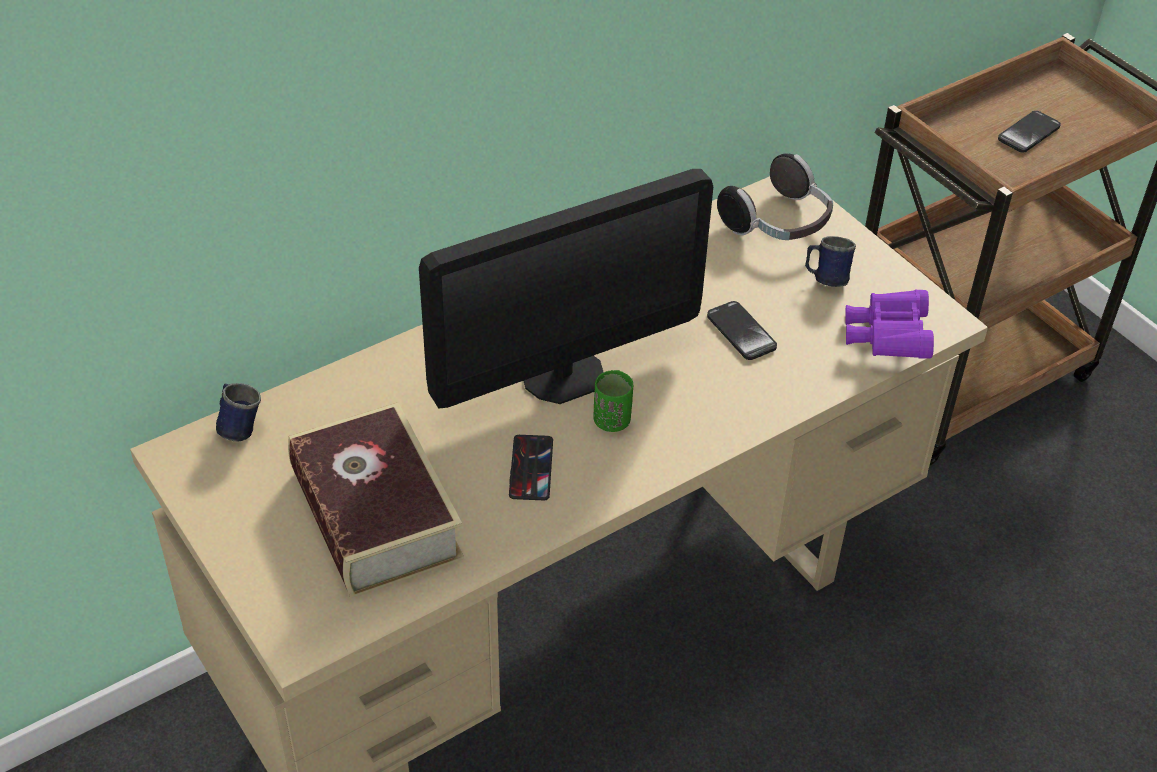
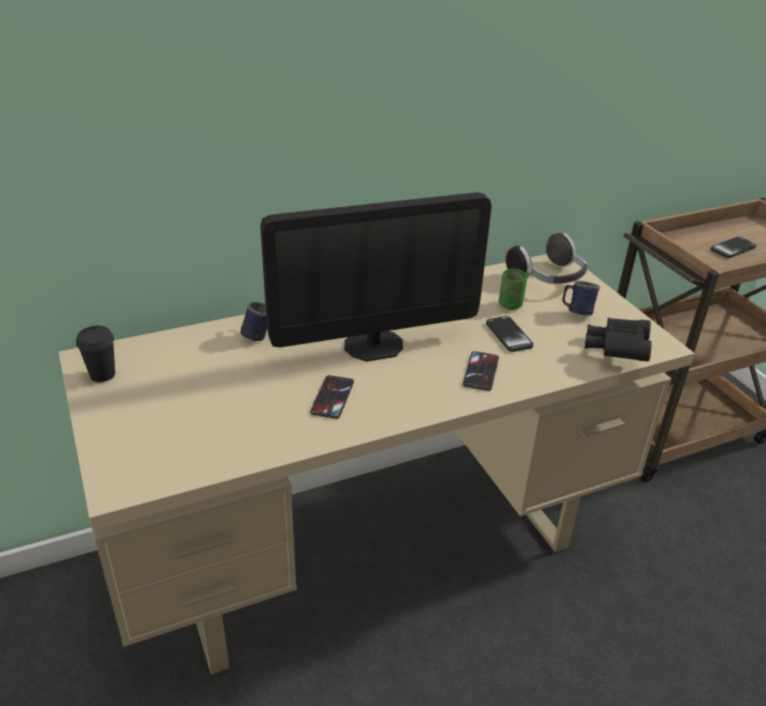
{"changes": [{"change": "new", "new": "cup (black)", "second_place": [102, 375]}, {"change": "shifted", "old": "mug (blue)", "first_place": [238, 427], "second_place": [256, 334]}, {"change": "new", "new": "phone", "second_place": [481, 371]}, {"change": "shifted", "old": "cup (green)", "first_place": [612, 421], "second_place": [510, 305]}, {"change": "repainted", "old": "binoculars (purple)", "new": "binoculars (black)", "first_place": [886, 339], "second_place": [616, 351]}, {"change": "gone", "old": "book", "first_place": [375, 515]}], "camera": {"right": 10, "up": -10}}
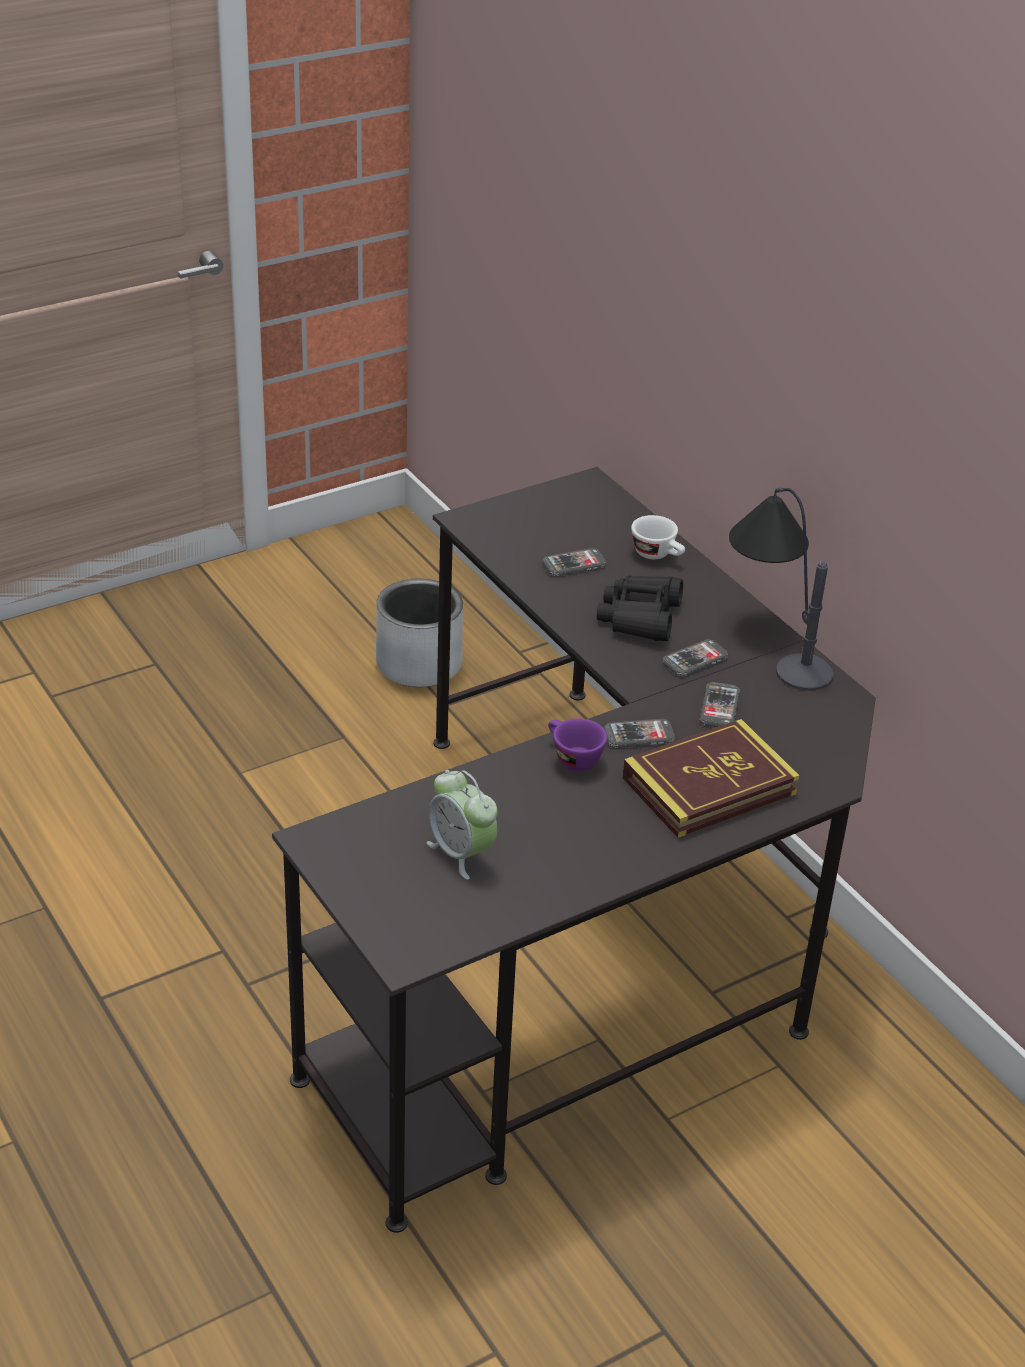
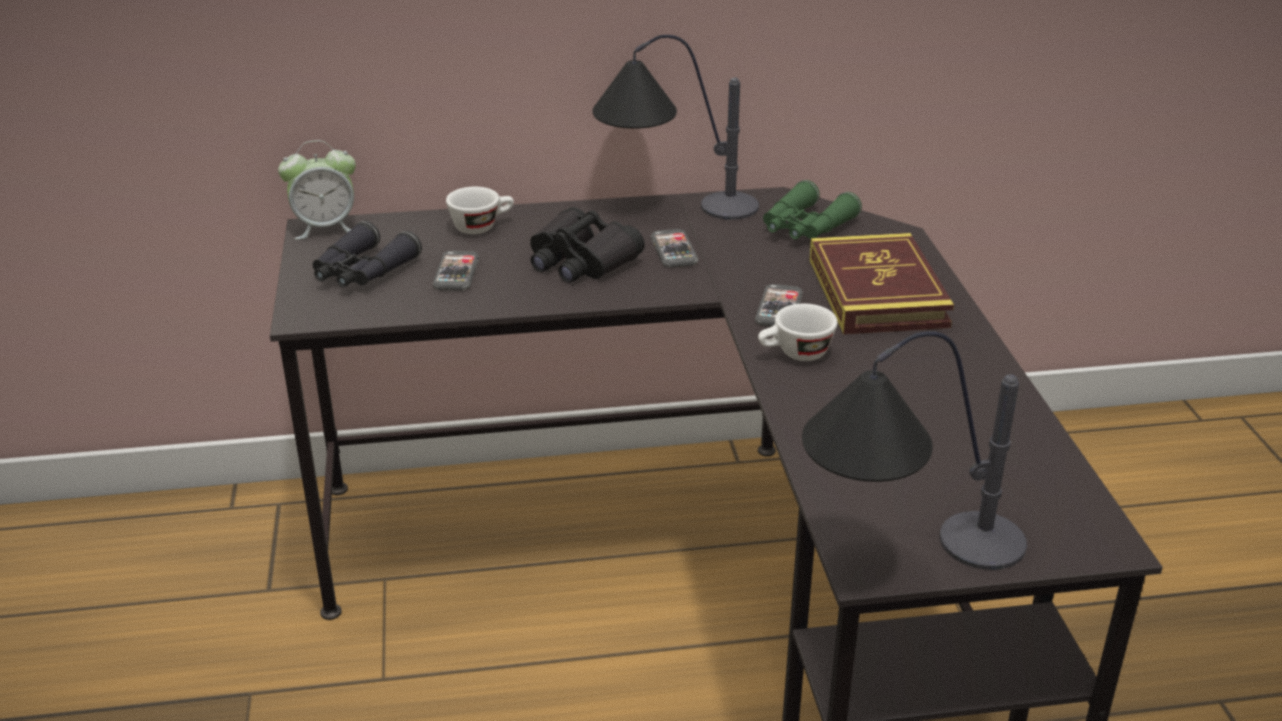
{"changes": [{"change": "shifted", "old": "alarm clock", "first_place": [461, 853], "second_place": [325, 228]}, {"change": "new", "new": "binoculars (black)", "second_place": [362, 272]}, {"change": "repainted", "old": "cup (purple)", "new": "cup (white)", "first_place": [572, 757], "second_place": [795, 354]}, {"change": "new", "new": "binoculars (green)", "second_place": [805, 227]}, {"change": "new", "new": "table lamp", "second_place": [902, 557]}, {"change": "gone", "old": "planter (grey)", "first_place": [419, 664]}, {"change": "gone", "old": "phone", "first_place": [719, 707]}], "camera": {"right": -65, "up": -5}}
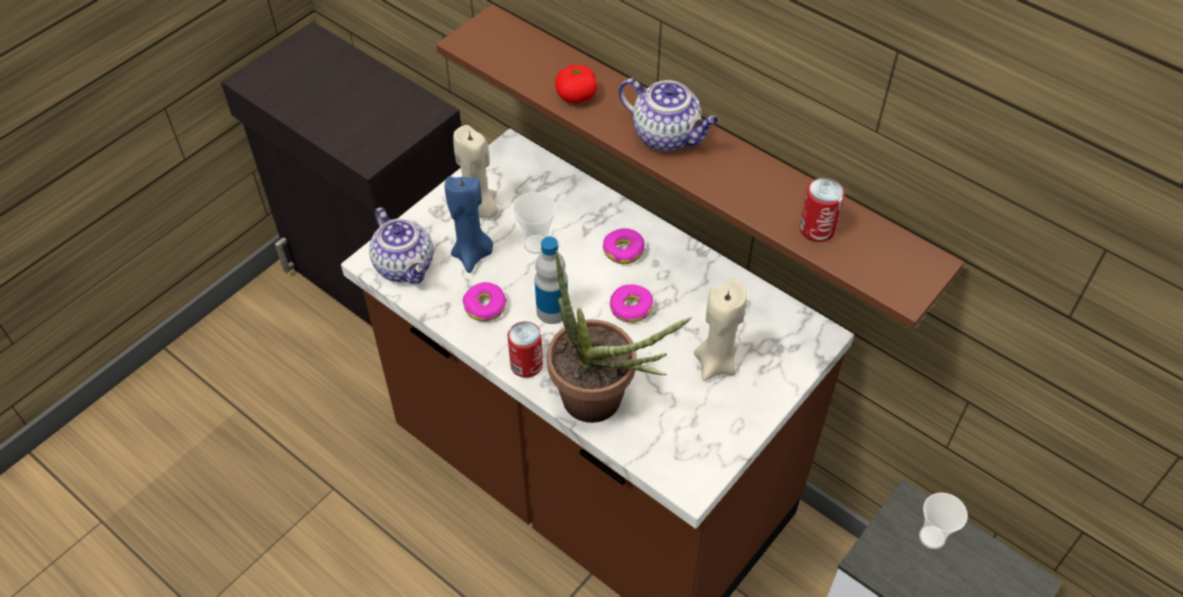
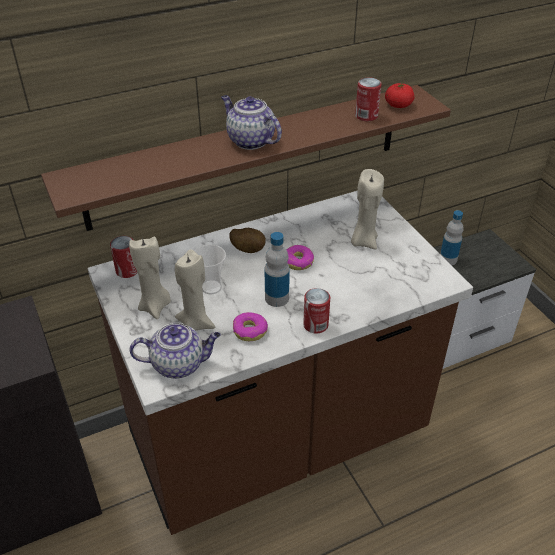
{"changes": [{"change": "new", "new": "can", "second_place": [127, 271]}, {"change": "repainted", "old": "candle (blue)", "new": "candle (beige)", "first_place": [472, 255], "second_place": [196, 323]}, {"change": "rotated", "old": "teapot", "first_place": [667, 136], "second_place": [250, 141], "degrees": -105}, {"change": "swapped", "old": "donut", "new": "potato", "first_place": [623, 250], "second_place": [248, 249]}, {"change": "shifted", "old": "tomato", "first_place": [576, 95], "second_place": [398, 105]}, {"change": "swapped", "old": "cup", "new": "bottle", "first_place": [932, 537], "second_place": [448, 259]}, {"change": "gone", "old": "potted plant", "first_place": [602, 405]}], "camera": {"right": -65, "up": -10}}
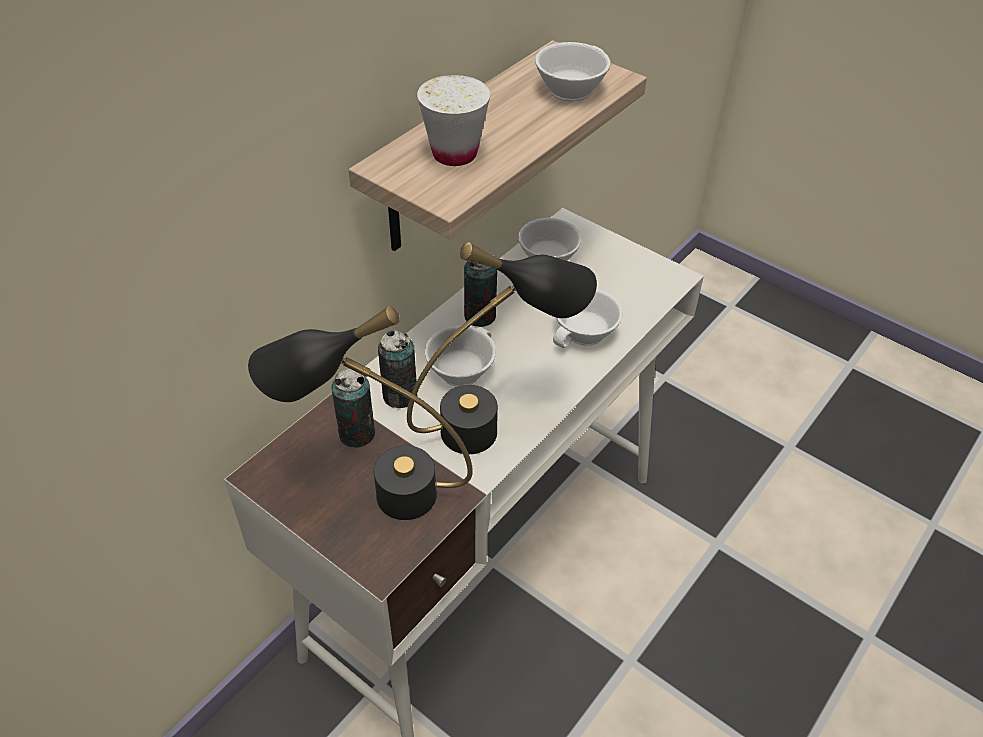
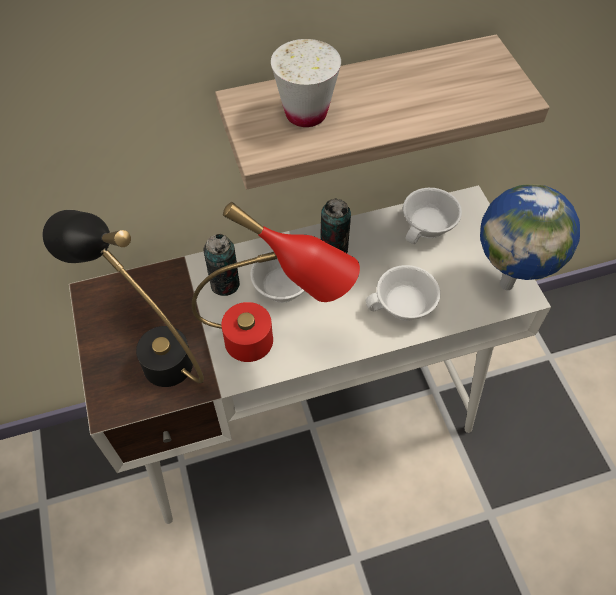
{"changes": [{"change": "repainted", "old": "table lamp (black)", "new": "table lamp (red)", "first_place": [495, 424], "second_place": [272, 345]}, {"change": "new", "new": "globe", "second_place": [508, 283]}, {"change": "gone", "old": "can", "first_place": [357, 434]}, {"change": "gone", "old": "cup (white)", "first_place": [569, 87]}], "camera": {"right": 35, "up": 10}}
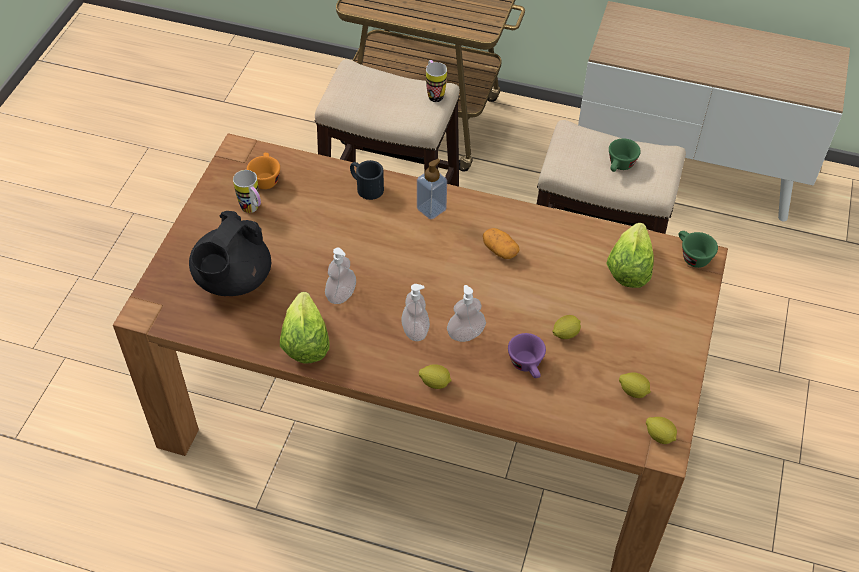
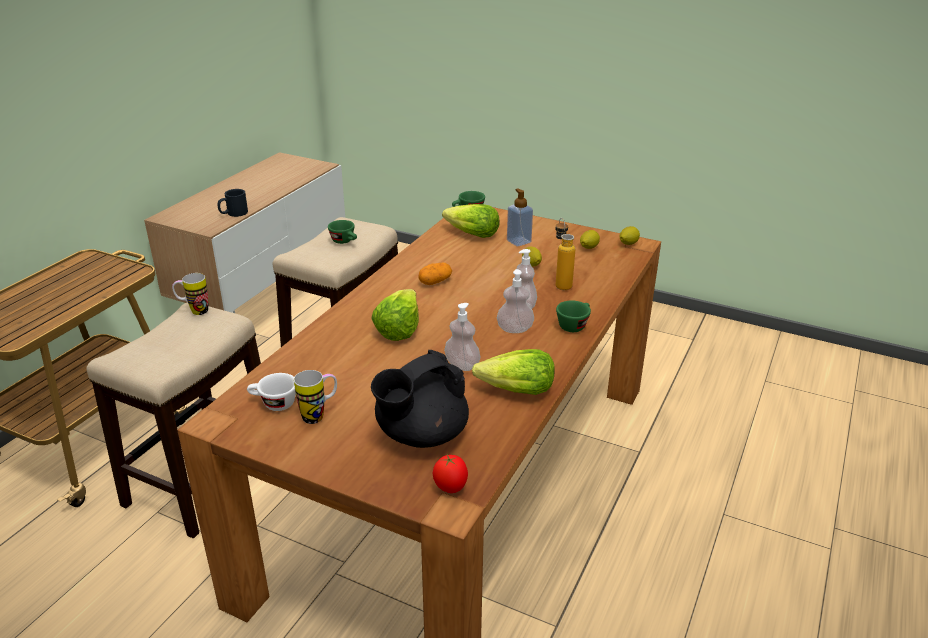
{"changes": [{"change": "shifted", "old": "mug (black)", "first_place": [366, 187], "second_place": [233, 213]}, {"change": "repainted", "old": "cup (orange)", "new": "cup (white)", "first_place": [265, 178], "second_place": [273, 404]}, {"change": "new", "new": "lettuce", "second_place": [398, 329]}, {"change": "rotated", "old": "teapot (black)", "first_place": [232, 280], "second_place": [420, 435], "degrees": 105}, {"change": "new", "new": "tomato", "second_place": [450, 488]}, {"change": "shifted", "old": "soap dispenser", "first_place": [431, 209], "second_place": [519, 241]}, {"change": "swapped", "old": "cup (purple)", "new": "bottle", "first_place": [527, 366], "second_place": [561, 283]}, {"change": "swapped", "old": "lemon", "new": "cup (green)", "first_place": [435, 383], "second_place": [574, 325]}], "camera": {"right": -80, "up": -20}}
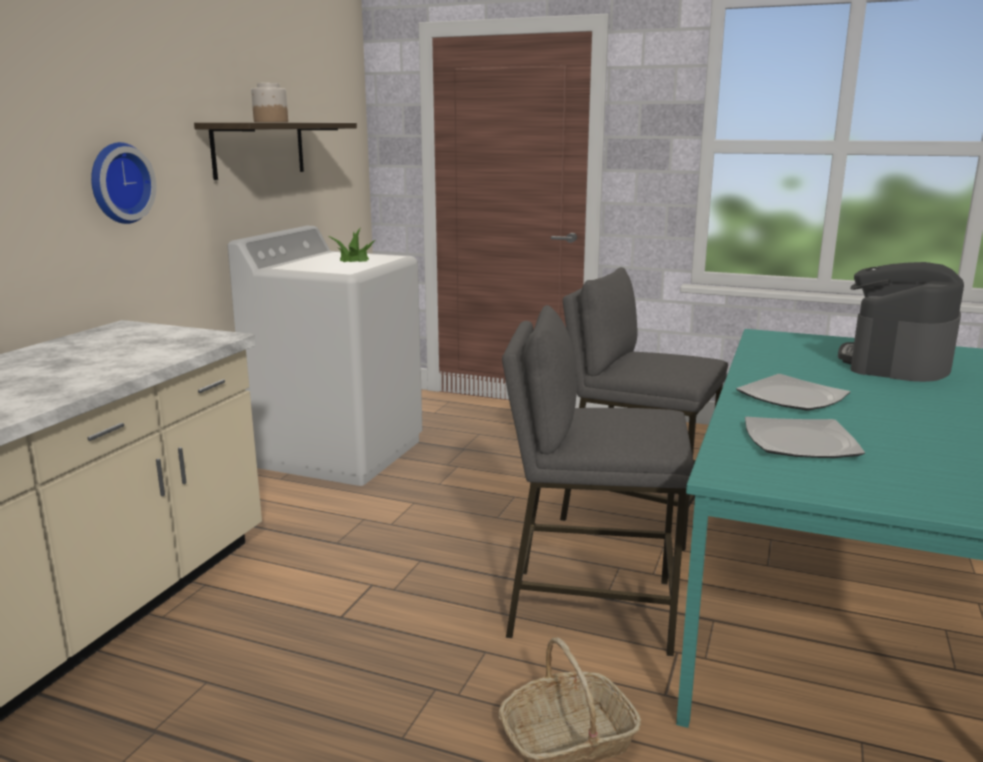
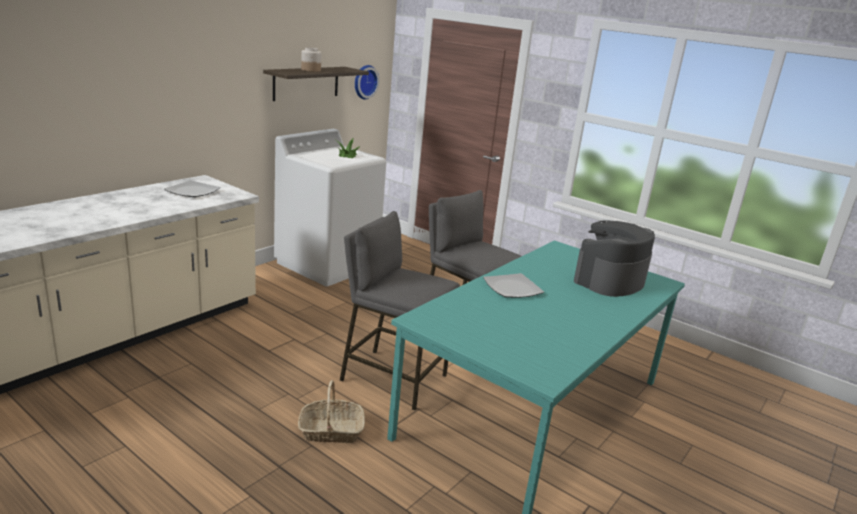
{"changes": [{"change": "shifted", "old": "plate", "first_place": [801, 442], "second_place": [193, 191]}, {"change": "shifted", "old": "wall clock", "first_place": [118, 183], "second_place": [364, 81]}], "camera": {"right": 15, "up": 5}}
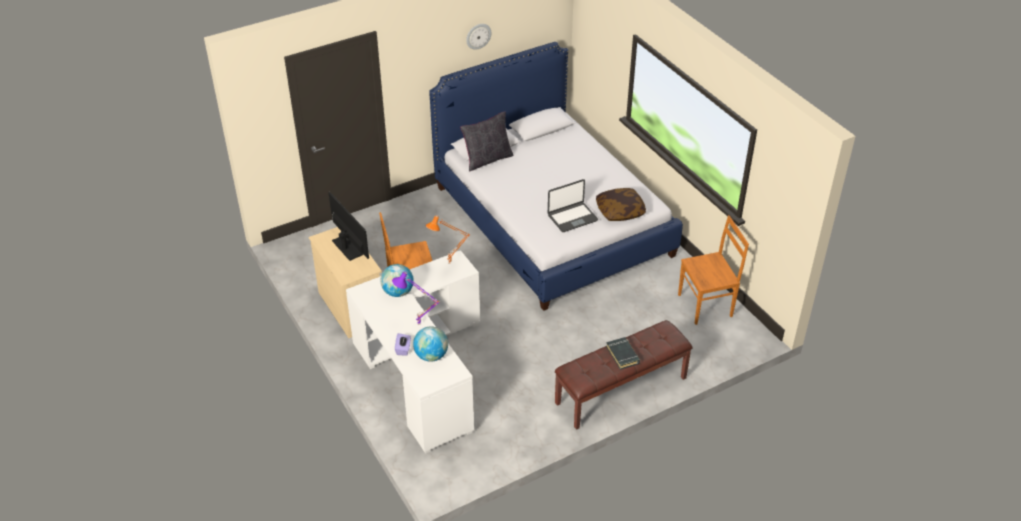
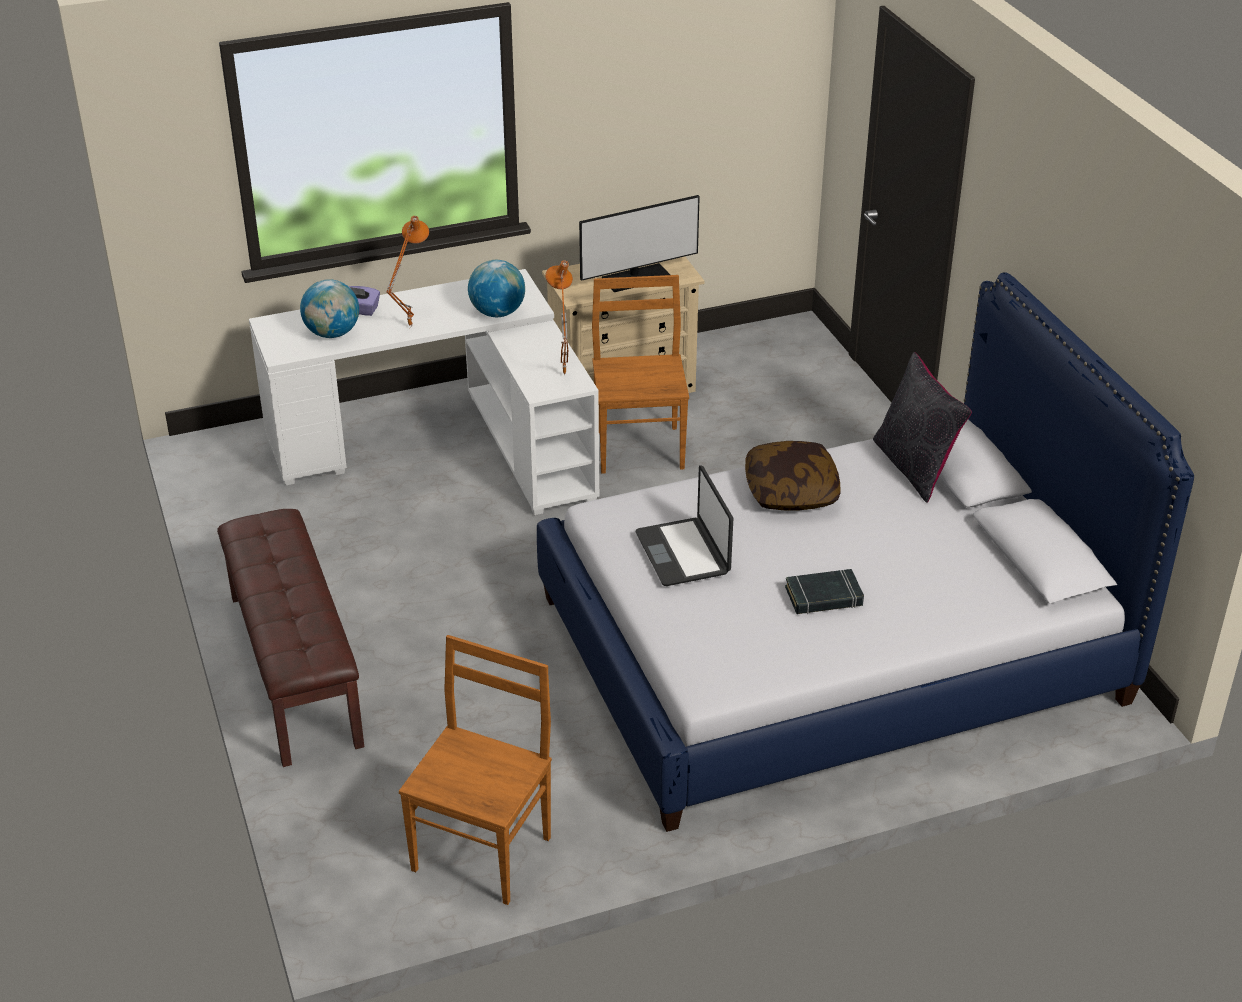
{"changes": [{"change": "repainted", "old": "table lamp (purple)", "new": "table lamp (orange)", "first_place": [418, 325], "second_place": [409, 326]}, {"change": "rotated", "old": "chair (brown)", "first_place": [706, 305], "second_place": [484, 851], "degrees": -150}, {"change": "shifted", "old": "pillow", "first_place": [620, 211], "second_place": [791, 491]}, {"change": "shifted", "old": "book (black)", "first_place": [623, 355], "second_place": [824, 597]}, {"change": "gone", "old": "wall clock", "first_place": [478, 36]}], "camera": {"right": 100, "up": -5}}
